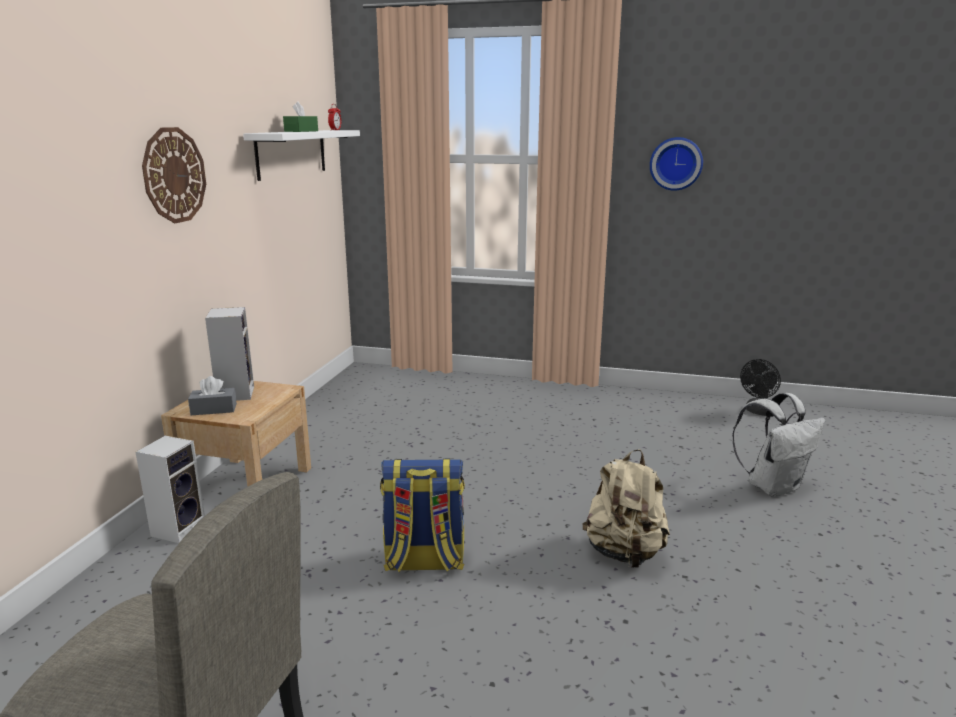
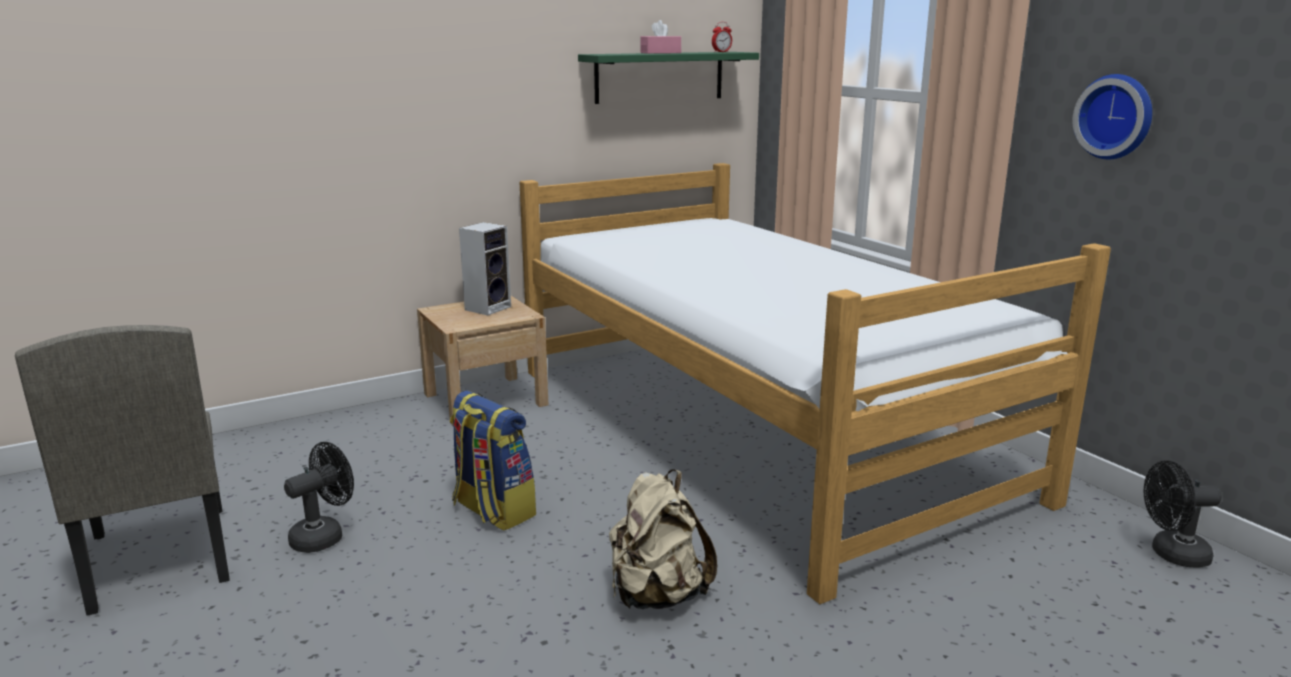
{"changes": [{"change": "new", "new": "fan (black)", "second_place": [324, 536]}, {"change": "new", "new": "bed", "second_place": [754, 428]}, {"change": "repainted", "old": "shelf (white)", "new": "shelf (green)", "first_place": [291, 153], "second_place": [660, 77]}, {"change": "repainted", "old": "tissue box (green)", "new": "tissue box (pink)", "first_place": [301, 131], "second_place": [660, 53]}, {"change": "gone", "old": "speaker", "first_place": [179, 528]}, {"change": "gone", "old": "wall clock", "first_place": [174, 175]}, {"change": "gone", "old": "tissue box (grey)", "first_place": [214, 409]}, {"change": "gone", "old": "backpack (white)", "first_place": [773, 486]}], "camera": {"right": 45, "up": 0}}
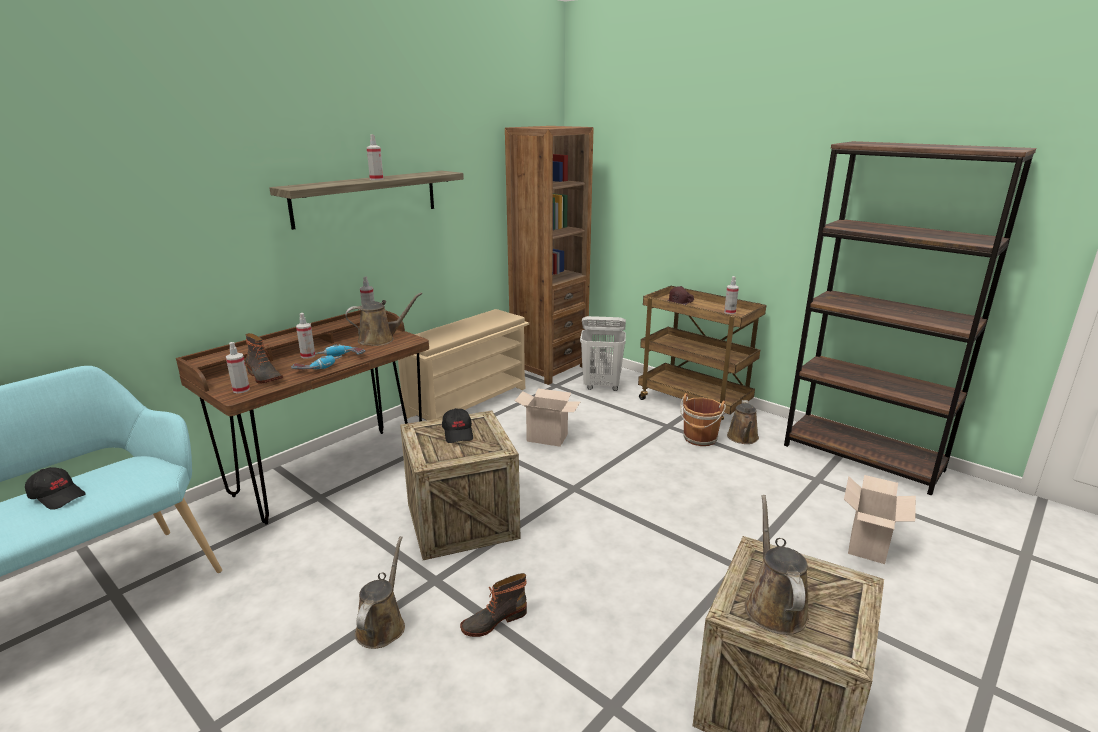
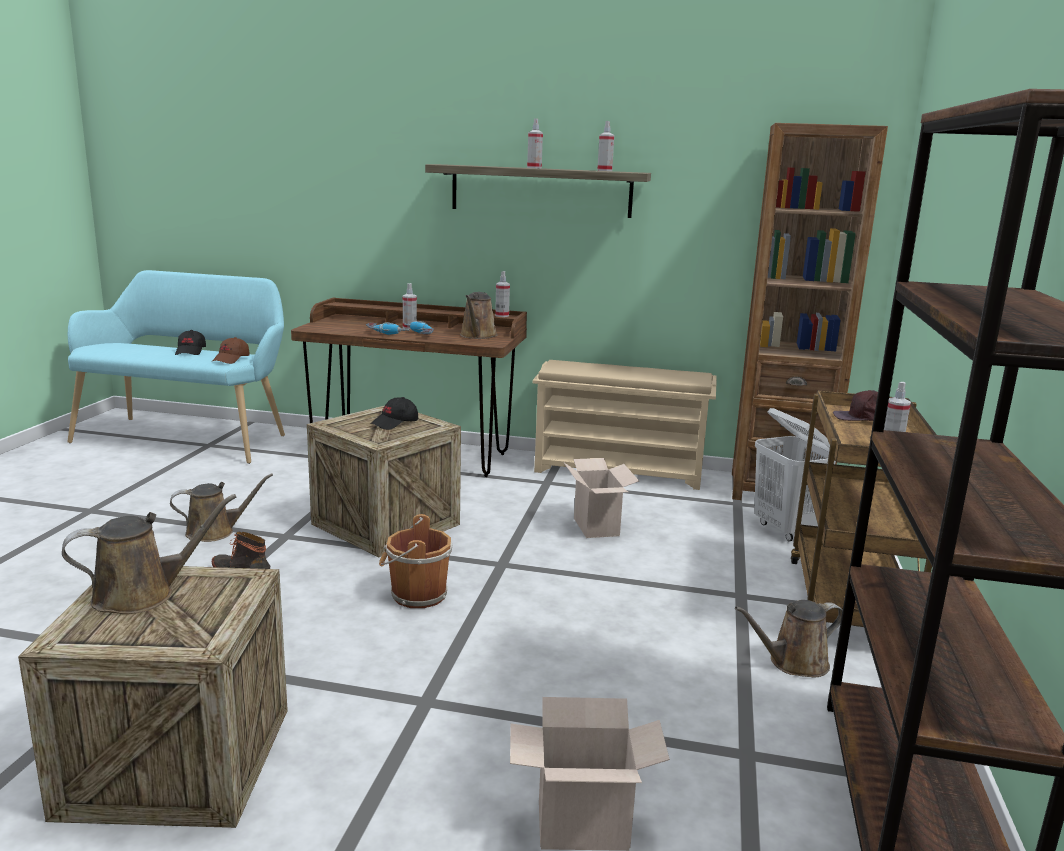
{"changes": [{"change": "new", "new": "cap (brown)", "second_place": [231, 359]}, {"change": "shifted", "old": "bucket (brown)", "first_place": [700, 439], "second_place": [416, 595]}, {"change": "rotated", "old": "watering can (brown)", "first_place": [380, 339], "second_place": [477, 336], "degrees": 60}, {"change": "shifted", "old": "spray bottle", "first_place": [241, 390], "second_place": [604, 170]}, {"change": "gone", "old": "boot", "first_place": [263, 376]}], "camera": {"right": 60, "up": -5}}
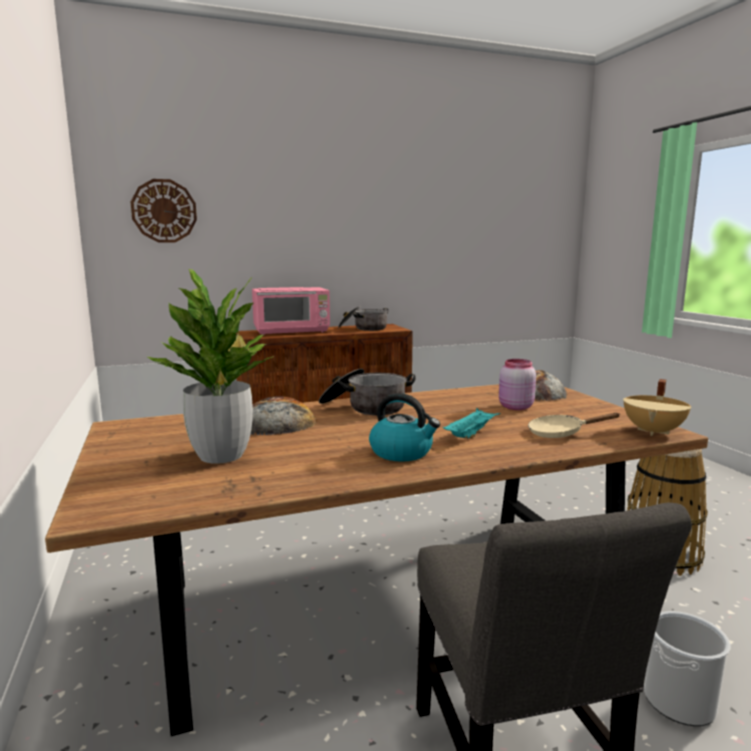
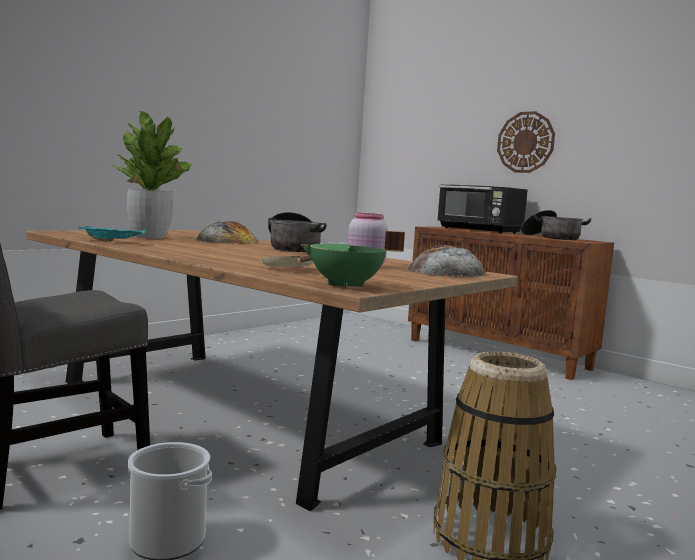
{"changes": [{"change": "shifted", "old": "tray (turquoise)", "first_place": [471, 434], "second_place": [114, 241]}, {"change": "repainted", "old": "cooking pot (beige)", "new": "cooking pot (green)", "first_place": [654, 432], "second_place": [346, 286]}, {"change": "repainted", "old": "microwave (pink)", "new": "microwave (black)", "first_place": [292, 331], "second_place": [479, 230]}, {"change": "shifted", "old": "wall clock", "first_place": [164, 211], "second_place": [525, 142]}, {"change": "gone", "old": "kettle", "first_place": [402, 452]}], "camera": {"right": 60, "up": -5}}
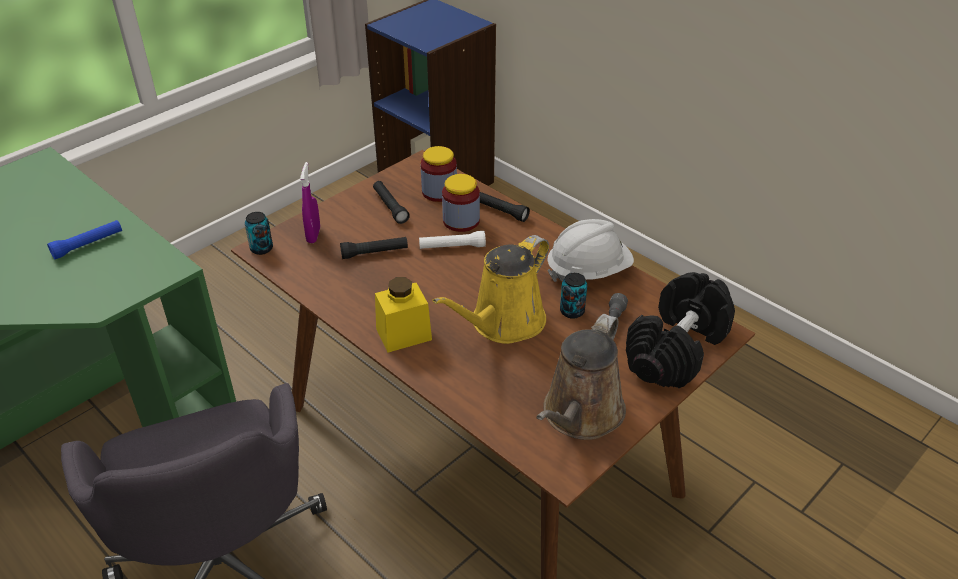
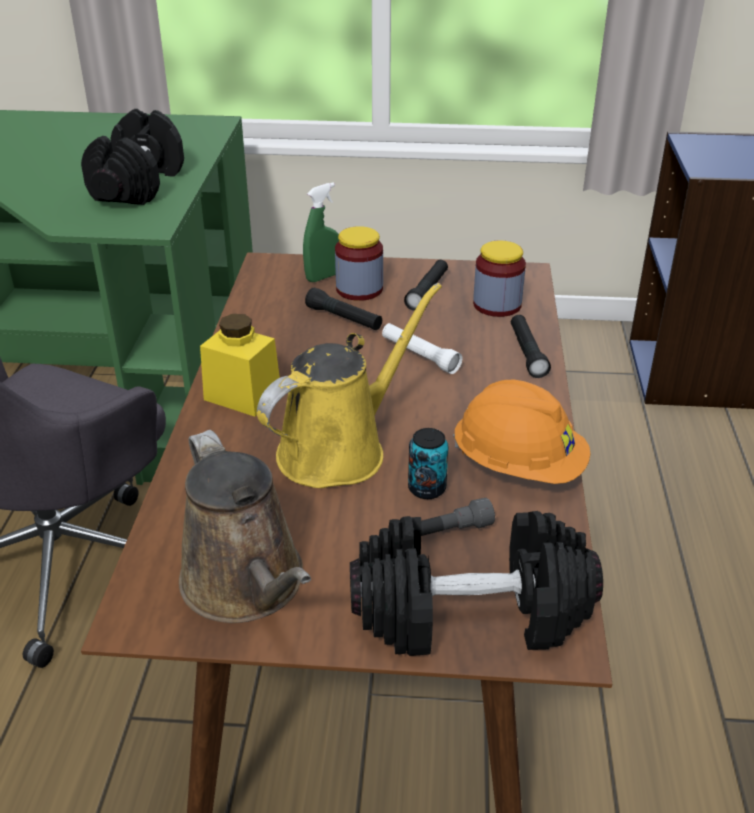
{"changes": [{"change": "swapped", "old": "flashlight (blue)", "new": "dumbbell (black)", "first_place": [88, 245], "second_place": [138, 185]}, {"change": "rotated", "old": "watering can (brown)", "first_place": [580, 415], "second_place": [247, 585], "degrees": -105}, {"change": "rotated", "old": "watering can (yellow)", "first_place": [503, 323], "second_place": [339, 449], "degrees": 135}, {"change": "repainted", "old": "spray bottle (purple)", "new": "spray bottle (green)", "first_place": [313, 235], "second_place": [323, 277]}, {"change": "shifted", "old": "jar", "first_place": [461, 221], "second_place": [359, 289]}, {"change": "repainted", "old": "hard hat (white)", "new": "hard hat (orange)", "first_place": [588, 271], "second_place": [518, 466]}, {"change": "gone", "old": "can", "first_place": [261, 248]}], "camera": {"right": 50, "up": -5}}
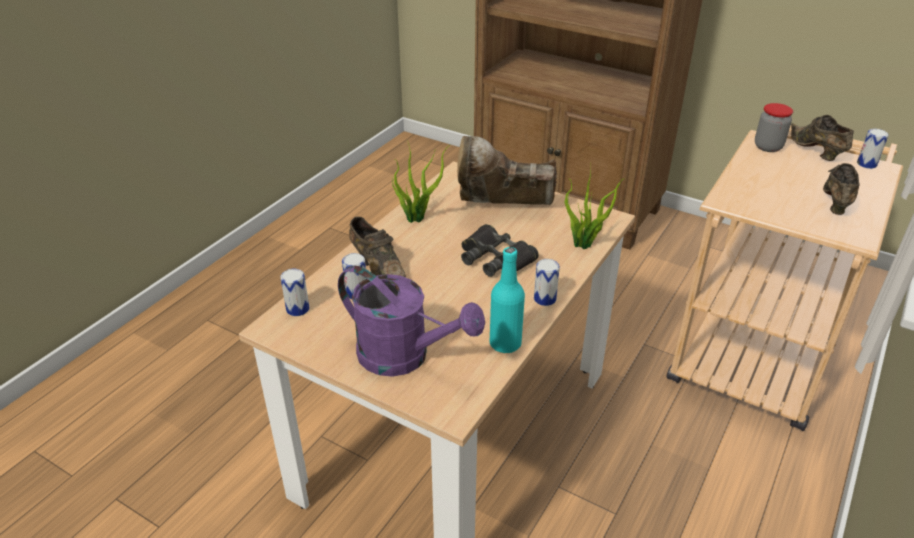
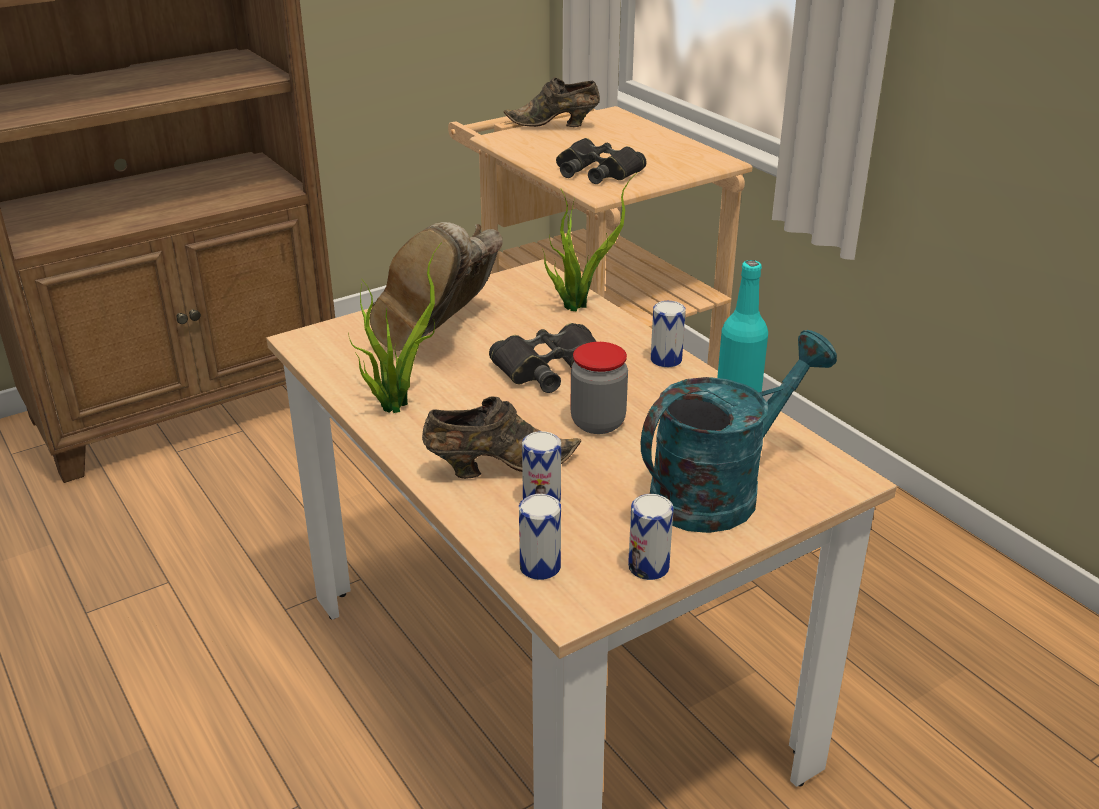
{"changes": [{"change": "new", "new": "binoculars (black)", "second_place": [597, 172]}, {"change": "shifted", "old": "jar", "first_place": [768, 147], "second_place": [598, 423]}, {"change": "shifted", "old": "can", "first_place": [866, 164], "second_place": [648, 567]}, {"change": "repainted", "old": "watering can (purple)", "new": "watering can (turquoise)", "first_place": [405, 357], "second_place": [719, 490]}, {"change": "gone", "old": "shoe (brown)", "first_place": [835, 202]}], "camera": {"right": -65, "up": -5}}
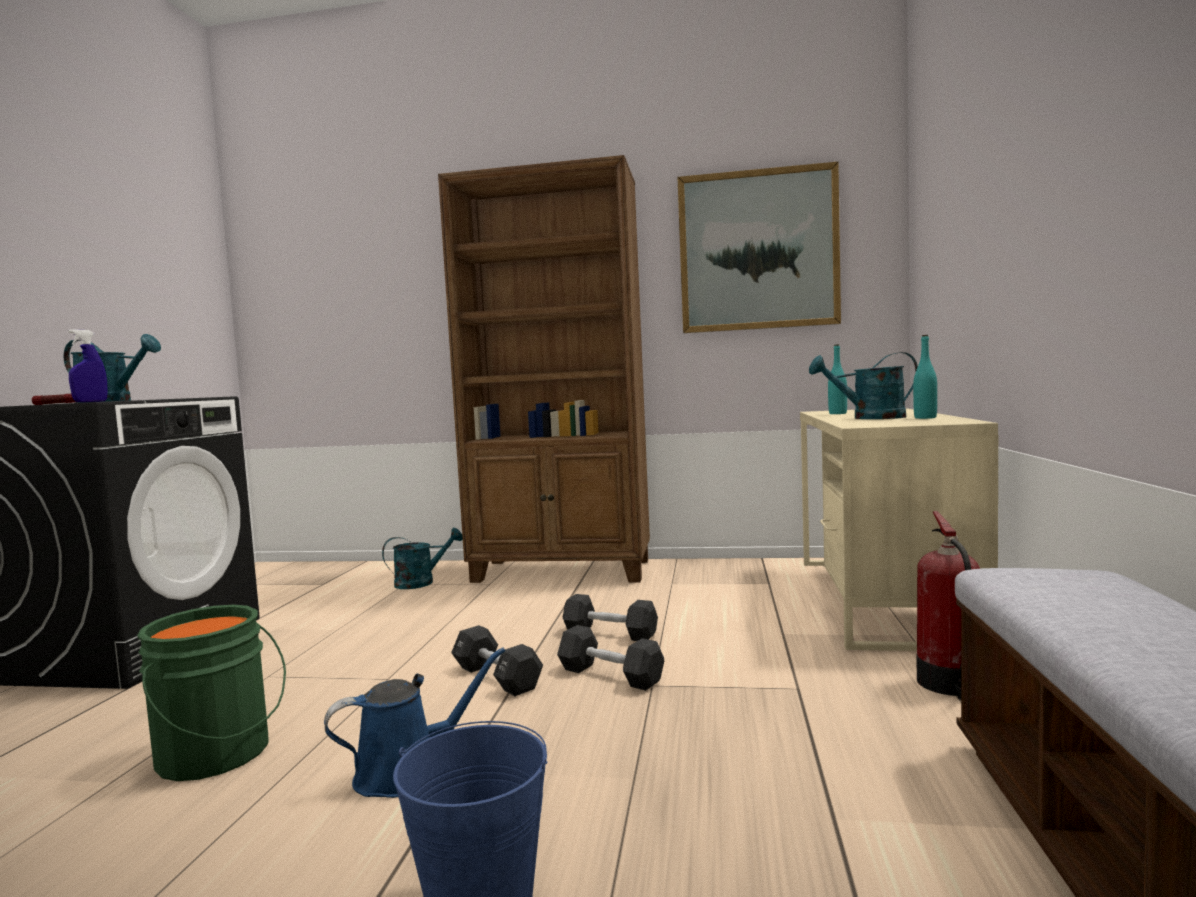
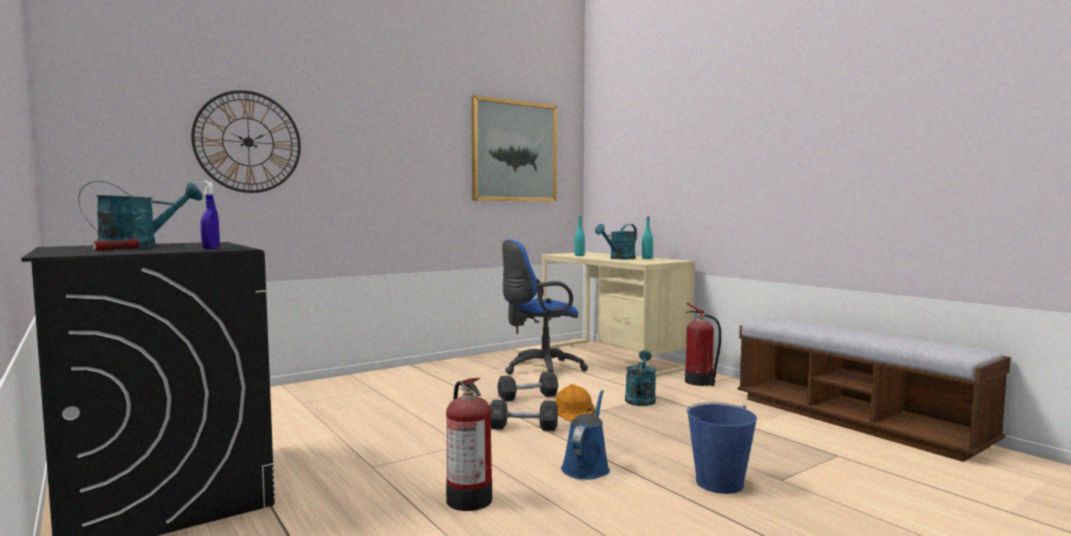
{"changes": [{"change": "new", "new": "wall clock", "second_place": [248, 142]}, {"change": "swapped", "old": "bucket (green)", "new": "fire extinguisher", "first_place": [218, 755], "second_place": [468, 498]}, {"change": "new", "new": "office chair (blue)", "second_place": [540, 369]}, {"change": "swapped", "old": "dumbbell (black)", "new": "hard hat (orange)", "first_place": [610, 675], "second_place": [575, 411]}, {"change": "shifted", "old": "watering can (turquoise)", "first_place": [421, 582], "second_place": [640, 399]}, {"change": "gone", "old": "bookcase (brown)", "first_place": [563, 571]}], "camera": {"right": -45, "up": 0}}
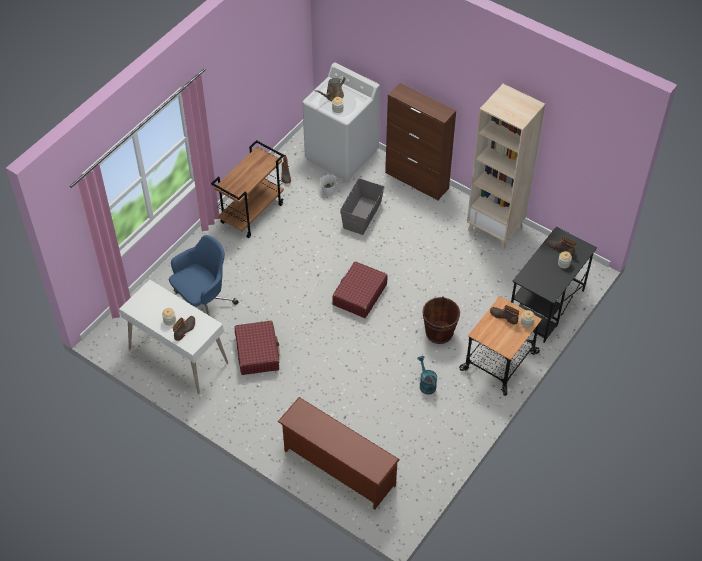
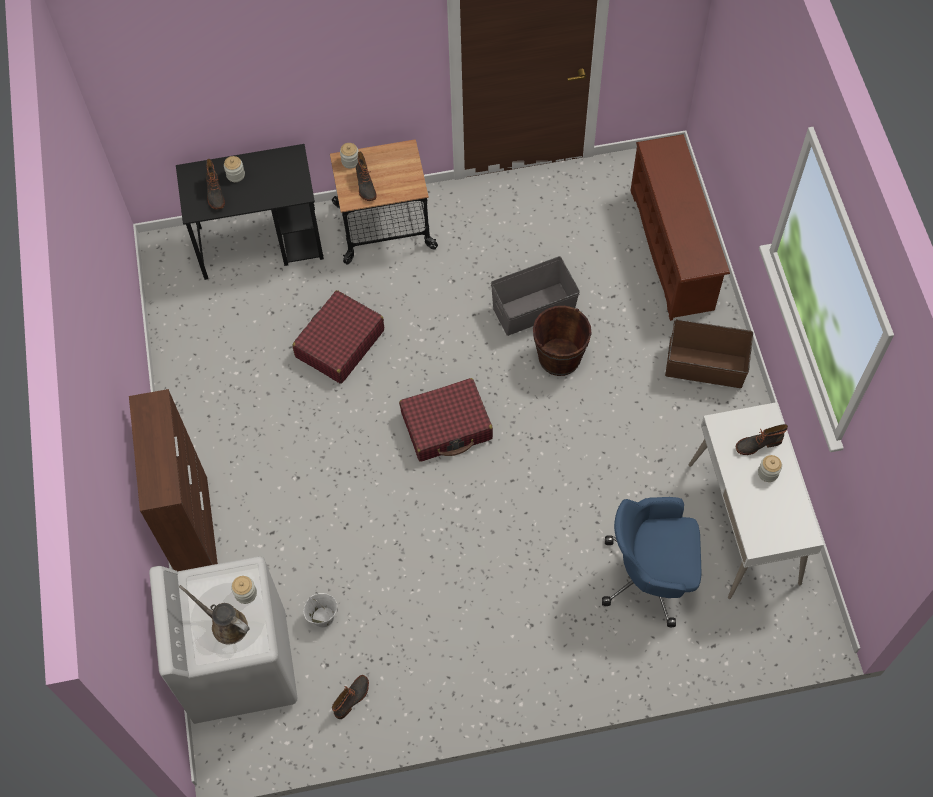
{"changes": [{"change": "rotated", "old": "watering can (brown)", "first_place": [333, 96], "second_place": [226, 624], "degrees": -150}, {"change": "shifted", "old": "suitcase (red)", "first_place": [257, 352], "second_place": [339, 344]}, {"change": "shifted", "old": "storage box (grey)", "first_place": [362, 215], "second_place": [533, 308]}, {"change": "shifted", "old": "bucket (brown)", "first_place": [439, 333], "second_place": [559, 358]}, {"change": "new", "new": "storage box (brown)", "second_place": [705, 367]}, {"change": "gone", "old": "cart (brown)", "first_place": [252, 213]}, {"change": "gone", "old": "watering can (turquoise)", "first_place": [426, 384]}, {"change": "gone", "old": "bookcase (beige)", "first_place": [495, 228]}], "camera": {"right": -135, "up": 10}}
